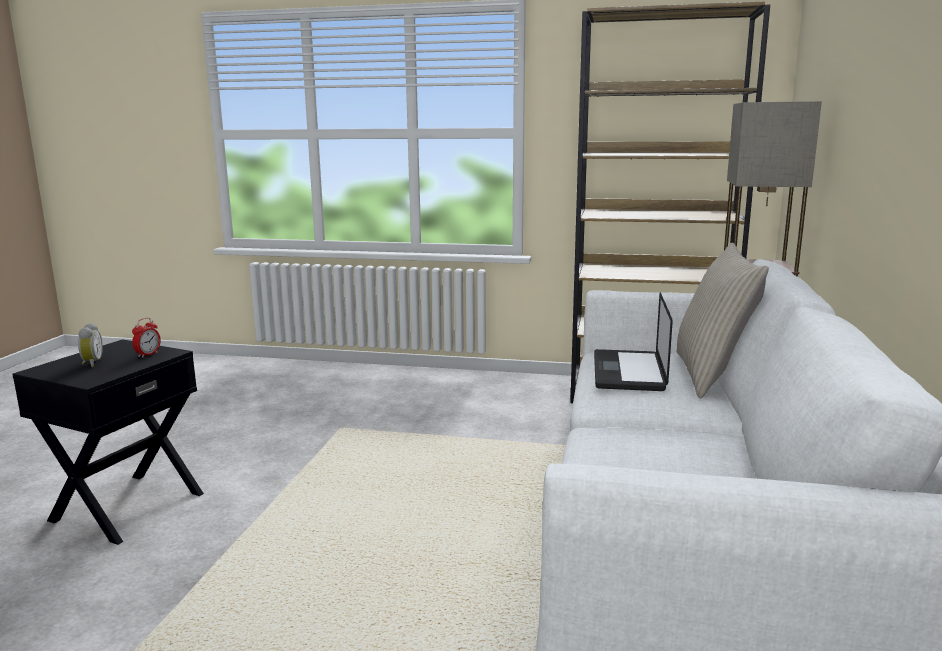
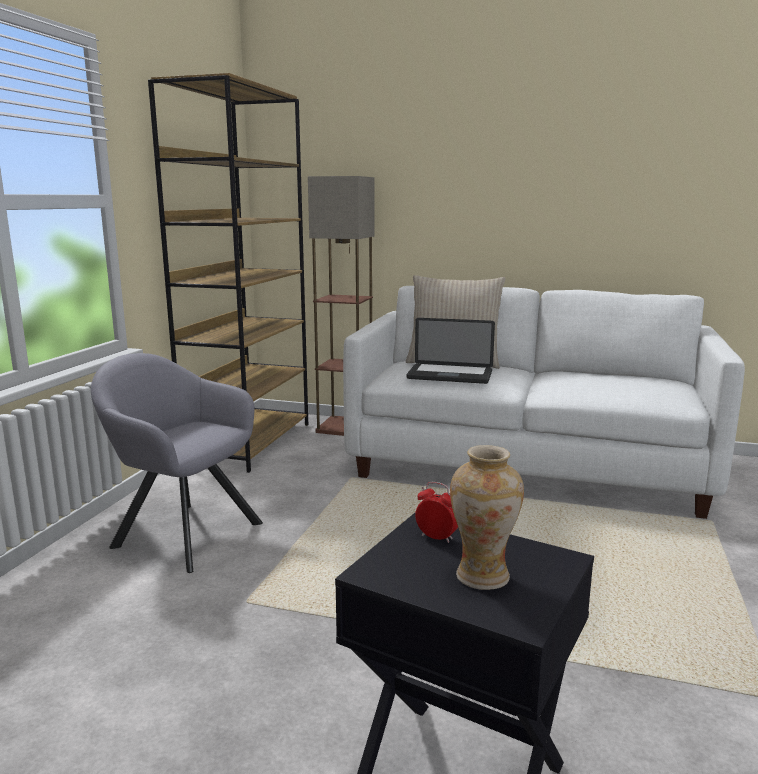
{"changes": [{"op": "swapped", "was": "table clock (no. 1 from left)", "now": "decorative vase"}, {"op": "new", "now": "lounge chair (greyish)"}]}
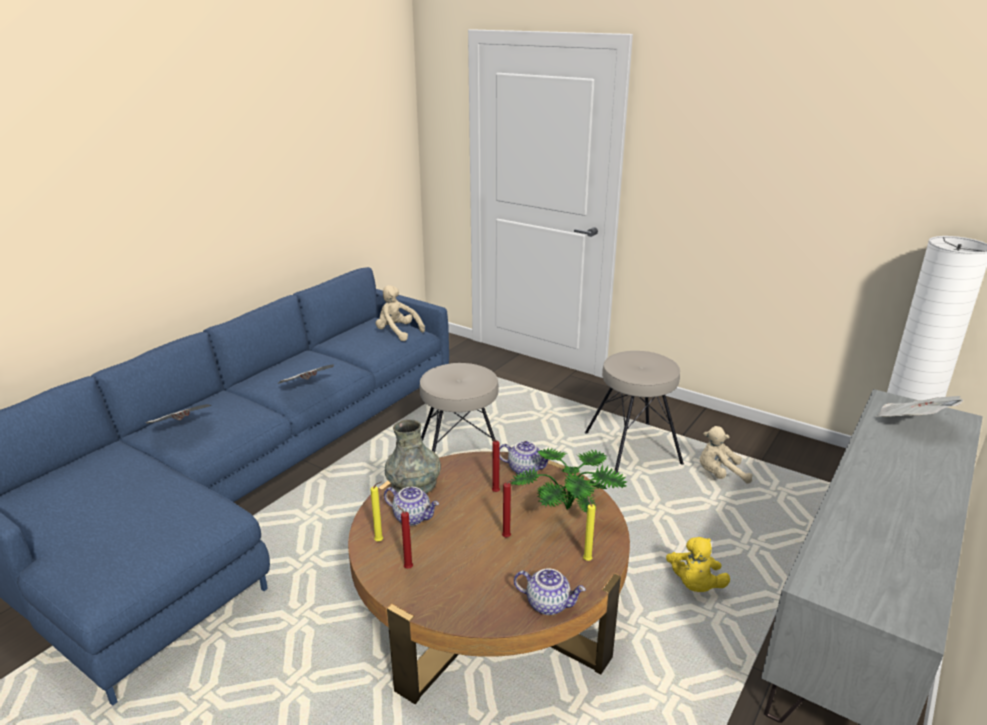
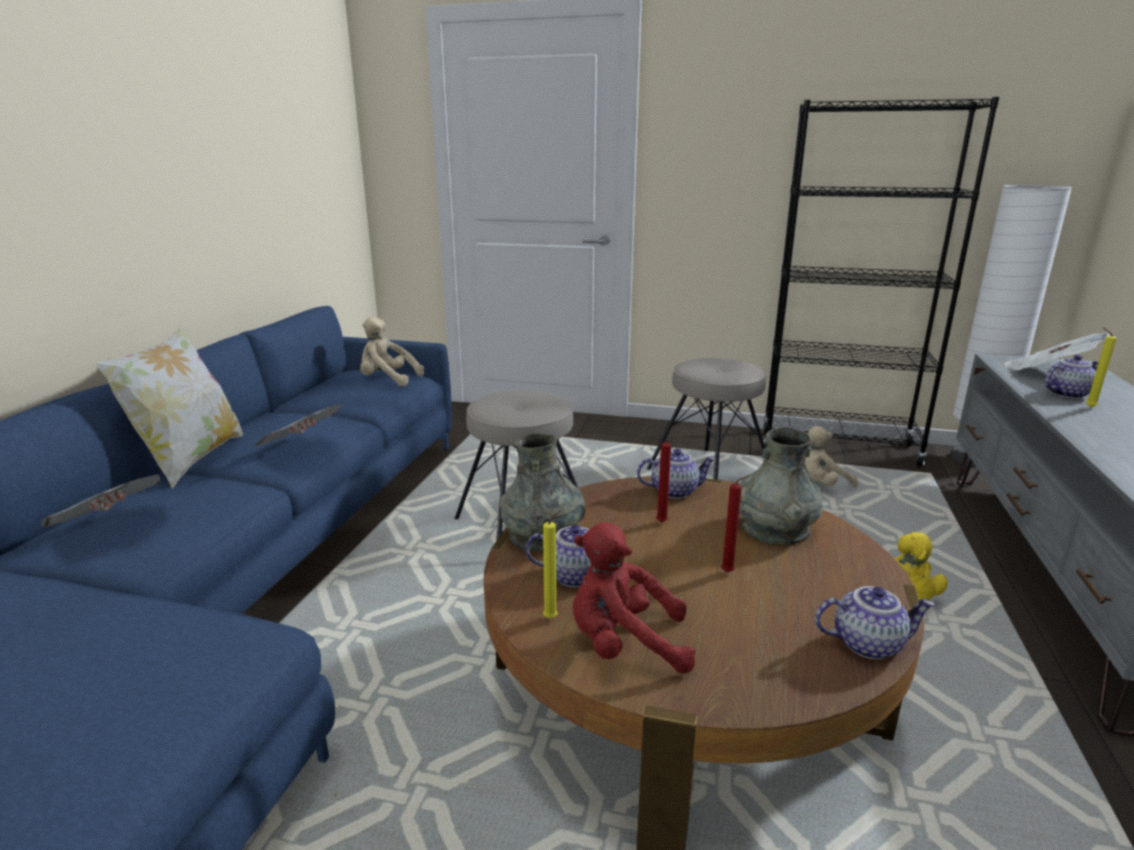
{"changes": [{"op": "swapped", "was": "houseplant", "now": "decorative vase (greyish) (no. 2 from left)"}, {"op": "shifted", "was": "wax light (yellowish) (no. 2 from left)"}, {"op": "swapped", "was": "wax light (reddish) (no. 1 from left)", "now": "soft toy (reddish)"}, {"op": "new", "now": "shelving unit (black-coloured)"}, {"op": "new", "now": "pillow"}, {"op": "new", "now": "tea pot (no. 4 from left)"}]}
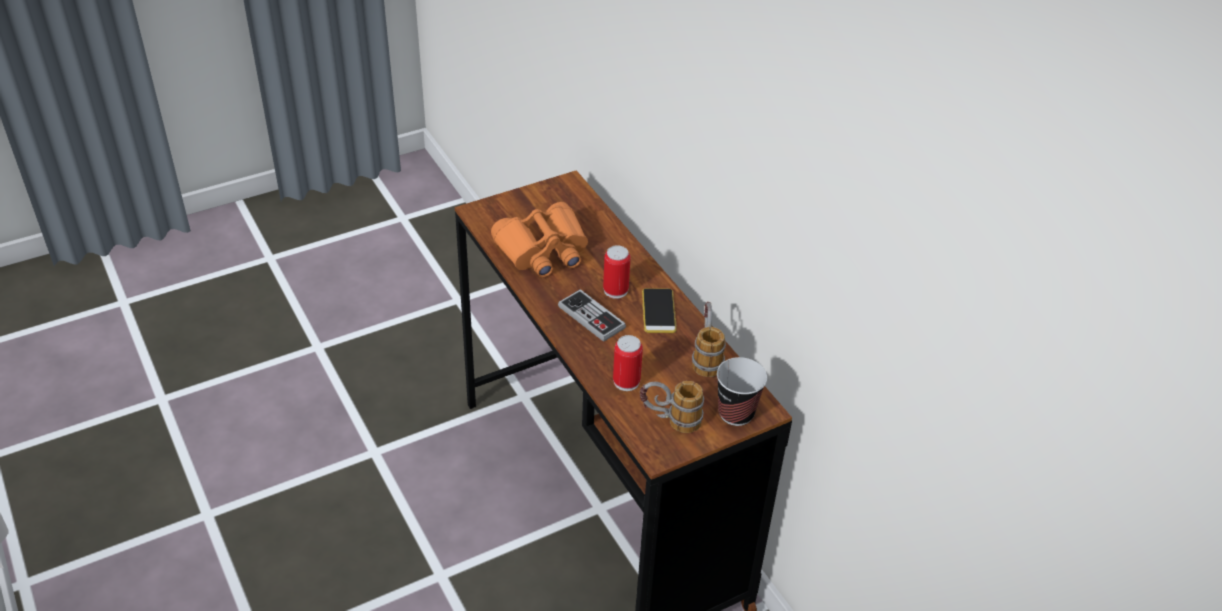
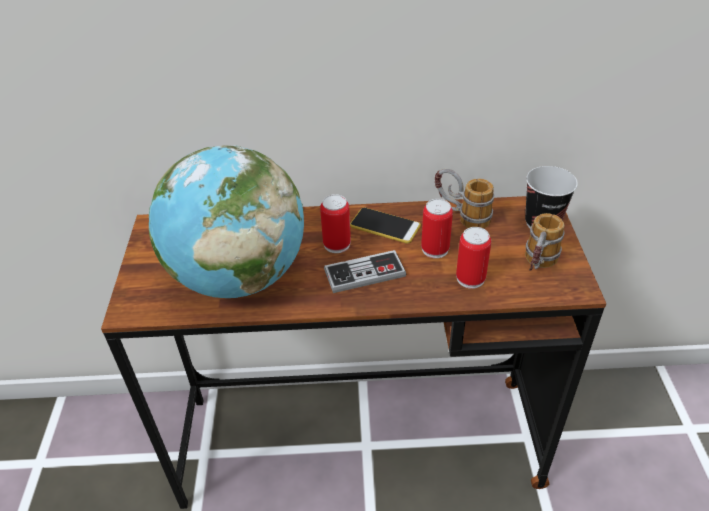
{"changes": [{"op": "swapped", "was": "pair of binoculars (orangey)", "now": "desk globe"}, {"op": "new", "now": "metal can (no. 2 from left)"}]}
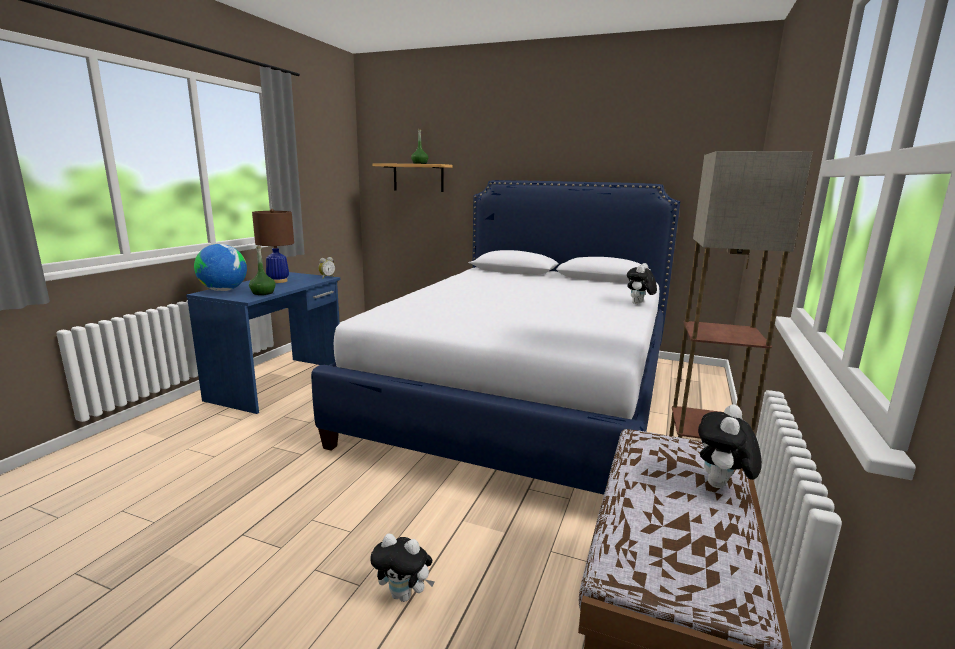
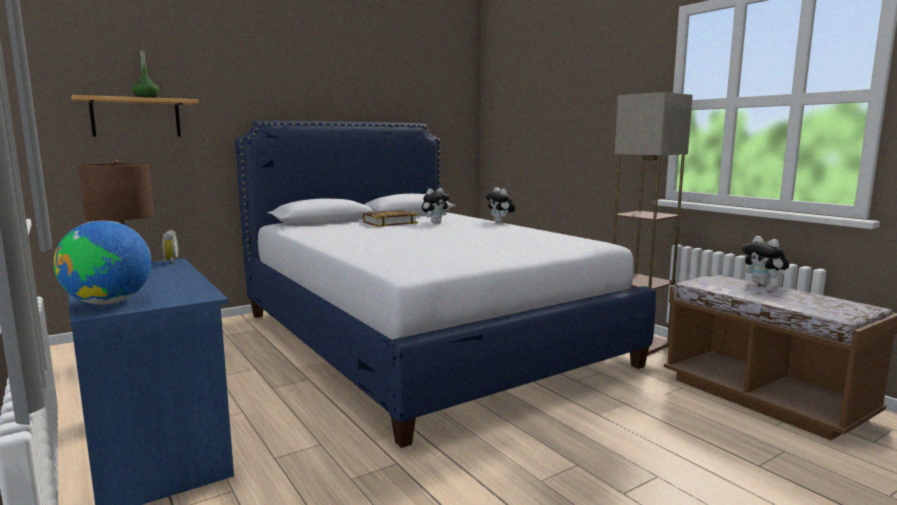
{"changes": [{"op": "gone", "was": "drink bottle (greenish) (no. 1 from left)"}, {"op": "shifted", "was": "soft toy (no. 1 from left)"}, {"op": "new", "now": "book"}]}
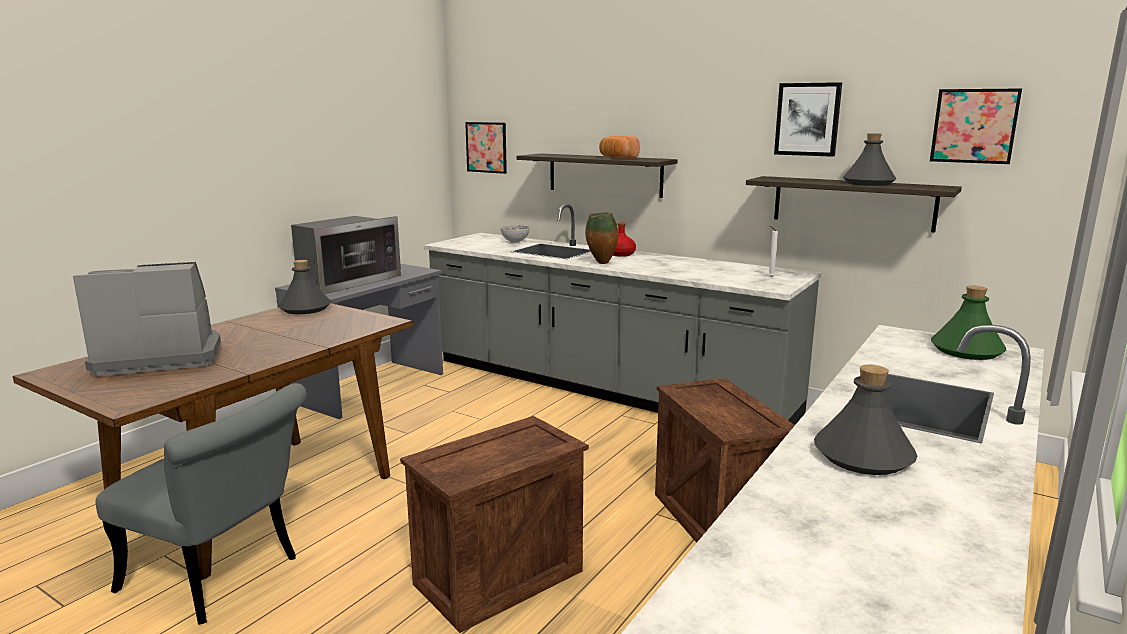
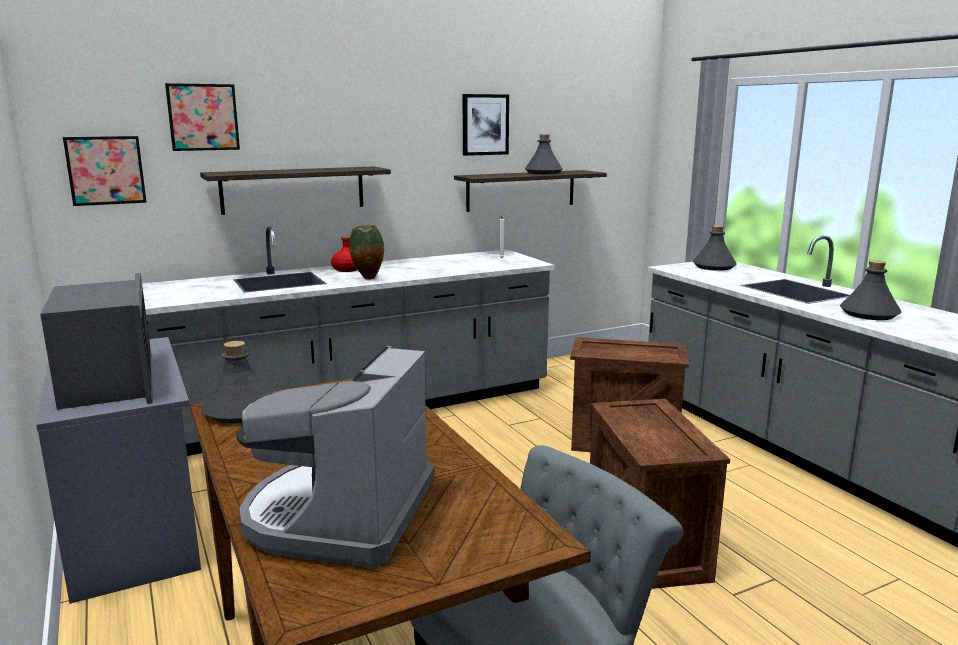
{"changes": [{"op": "shifted", "was": "wall art (no. 3 from left in the first image)", "now": "wall art (no. 2 from left)"}, {"op": "gone", "was": "bread"}, {"op": "gone", "was": "bowl"}, {"op": "repainted", "was": "drink bottle (greenish)", "now": "drink bottle (greyish) (no. 3 from left)"}]}
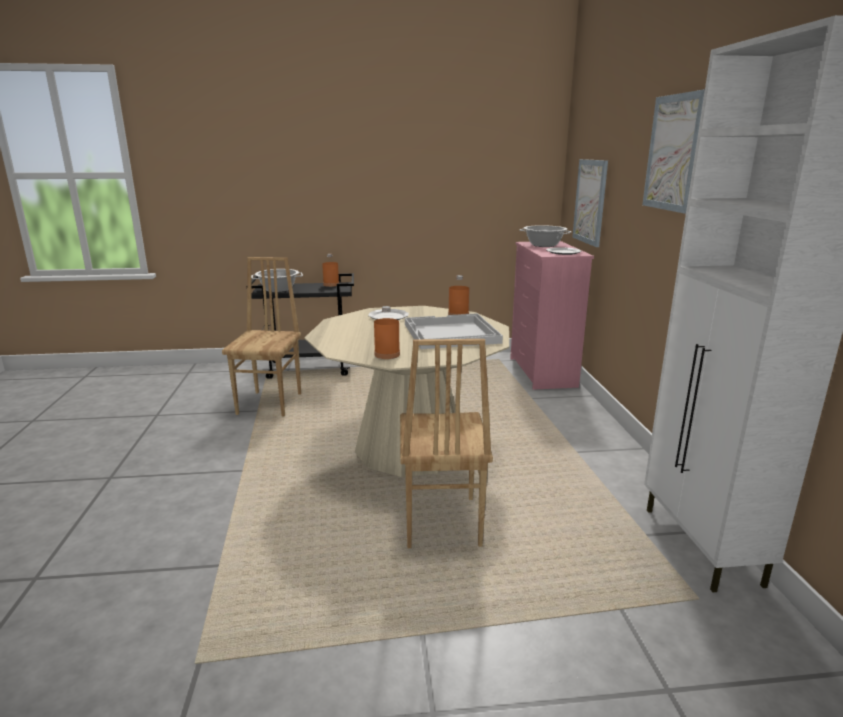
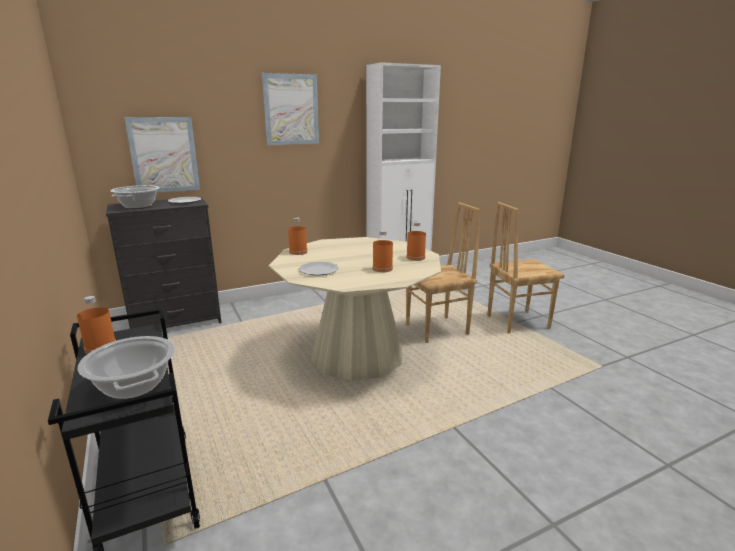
{"changes": [{"op": "repainted", "was": "chest of drawers (pink)", "now": "chest of drawers (black-coloured)"}, {"op": "shifted", "was": "chair (brownish) (no. 1 from left in the first image)", "now": "chair (brownish) (no. 2 from left)"}, {"op": "gone", "was": "tray (whitish)"}, {"op": "new", "now": "drink bottle (orangey) (no. 3 from left)"}]}
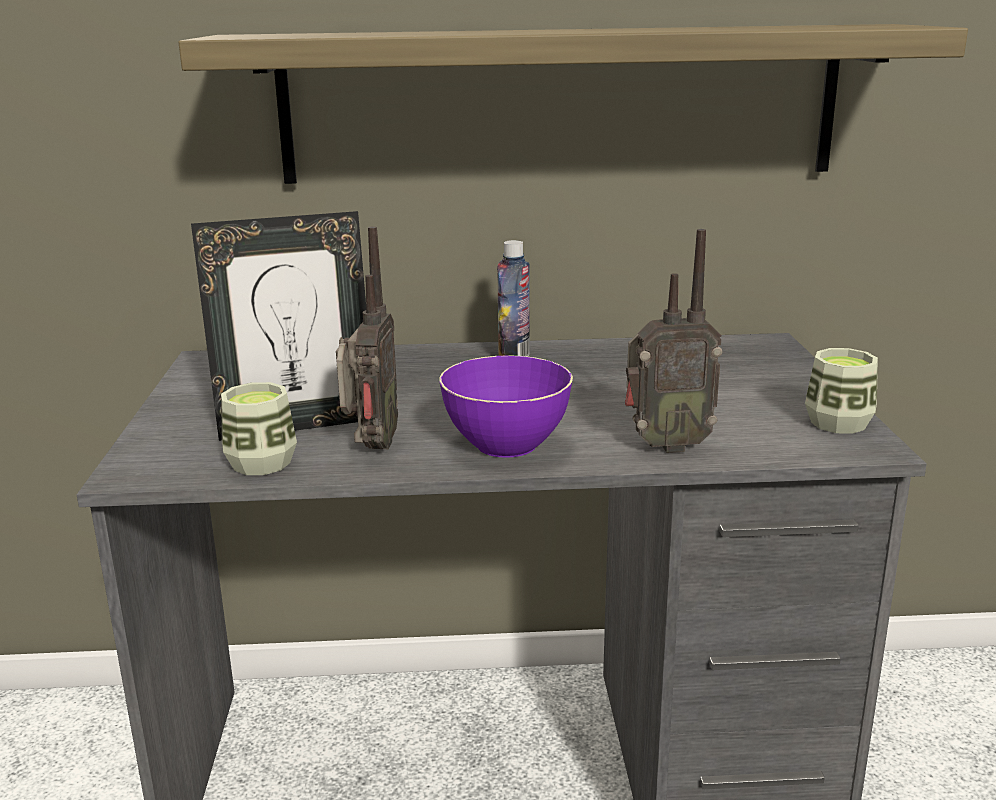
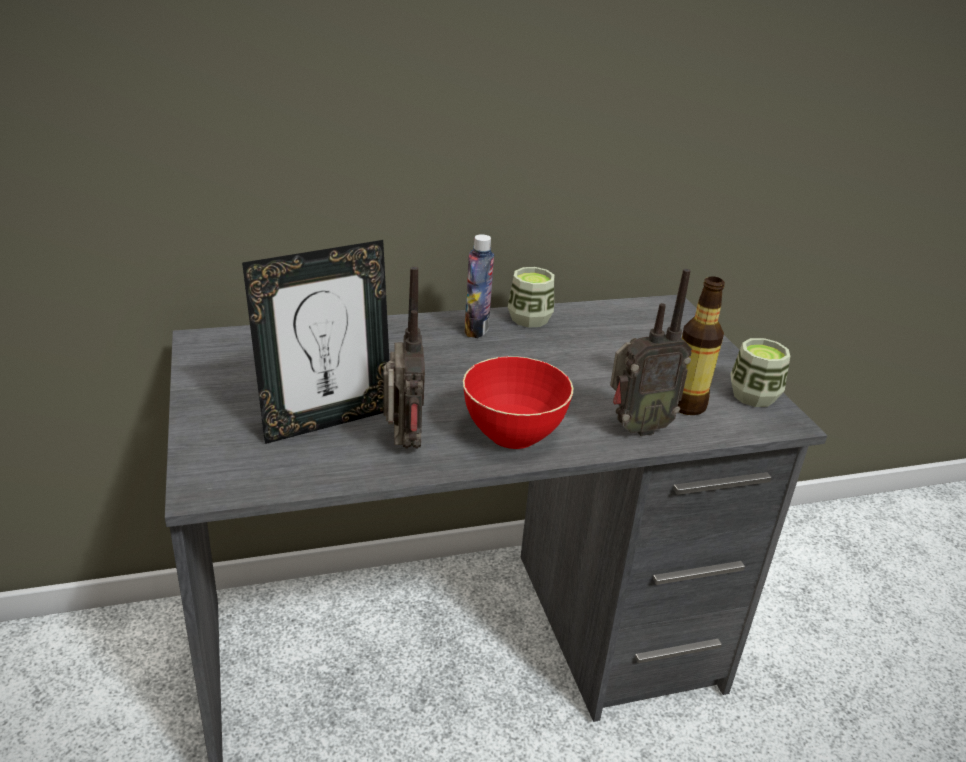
{"changes": [{"op": "gone", "was": "shelf"}, {"op": "repainted", "was": "bowl (purplish)", "now": "bowl (reddish)"}, {"op": "shifted", "was": "small cup (no. 1 from left)"}, {"op": "new", "now": "drink bottle (no. 2 from left)"}]}
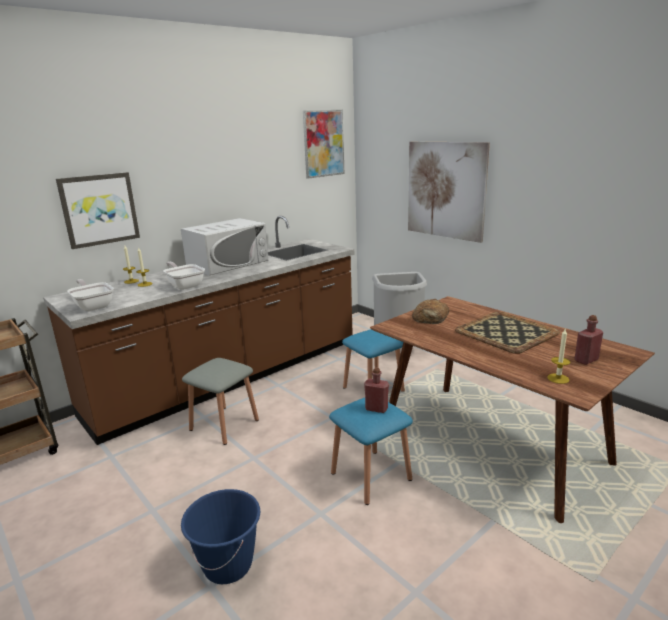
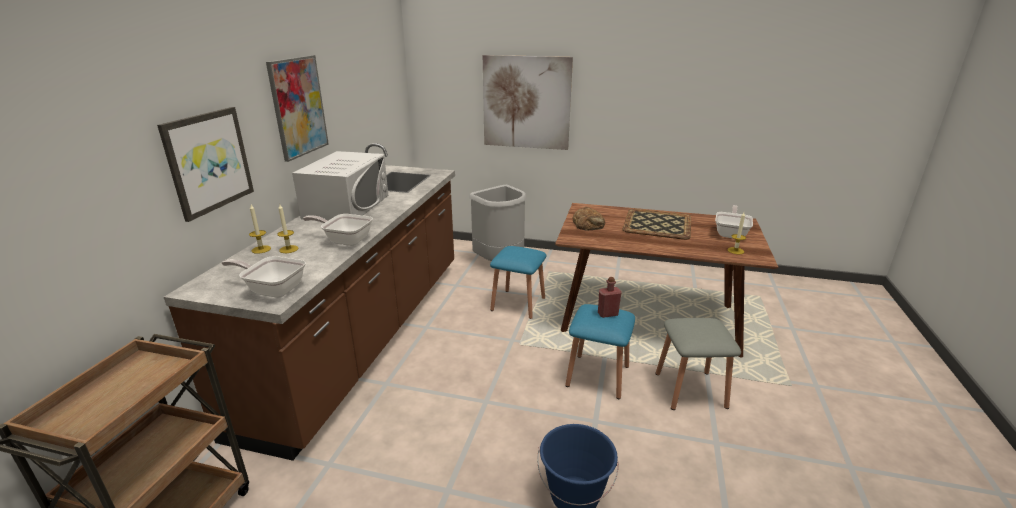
{"changes": [{"op": "shifted", "was": "wall art (no. 2 from left)"}, {"op": "swapped", "was": "drink bottle (reddish) (no. 2 from left)", "now": "pan (no. 3 from left)"}, {"op": "shifted", "was": "stool (greyish)"}]}
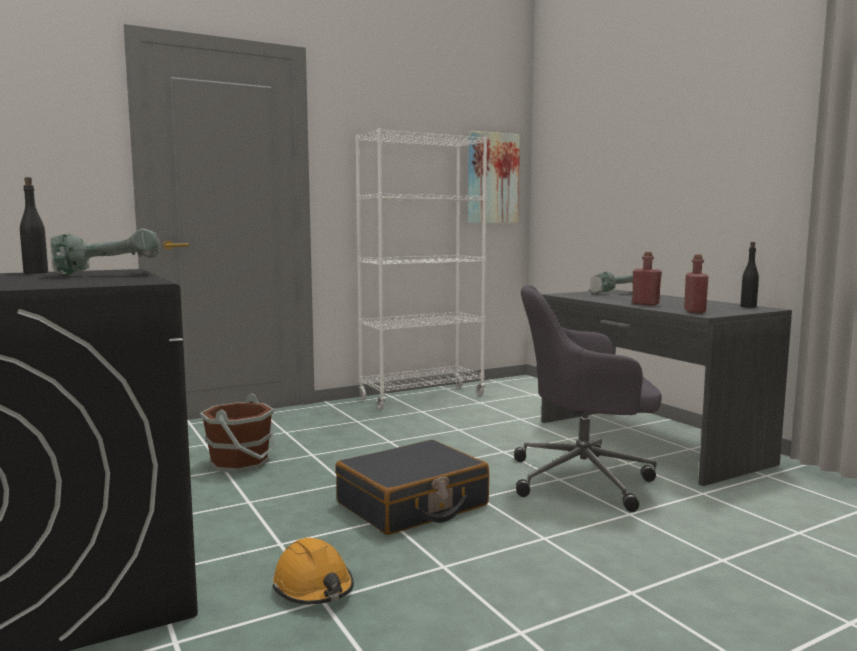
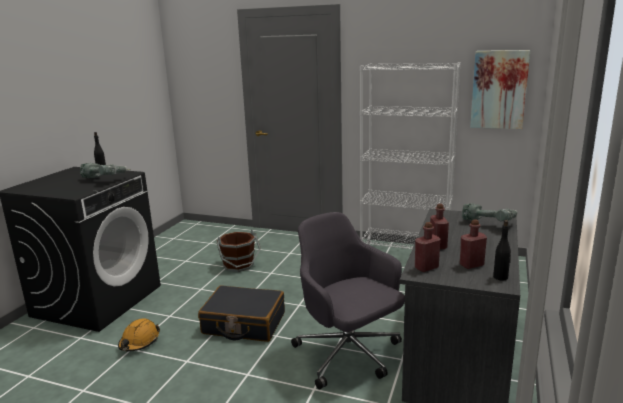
{"changes": [{"op": "new", "now": "drink bottle (reddish) (no. 3 from left)"}]}
